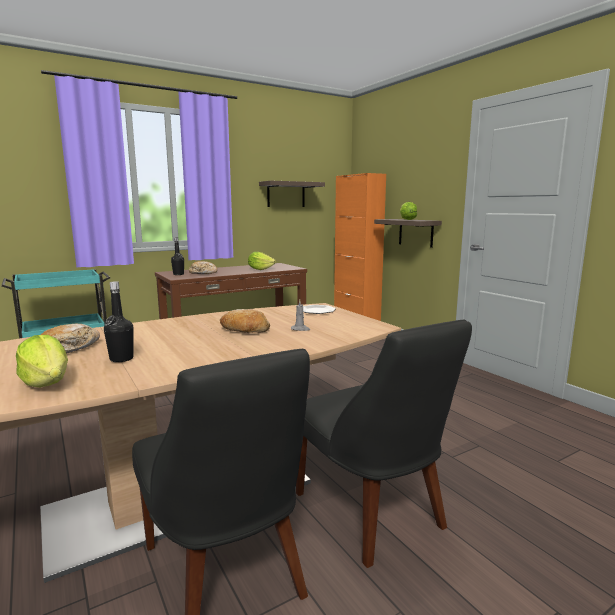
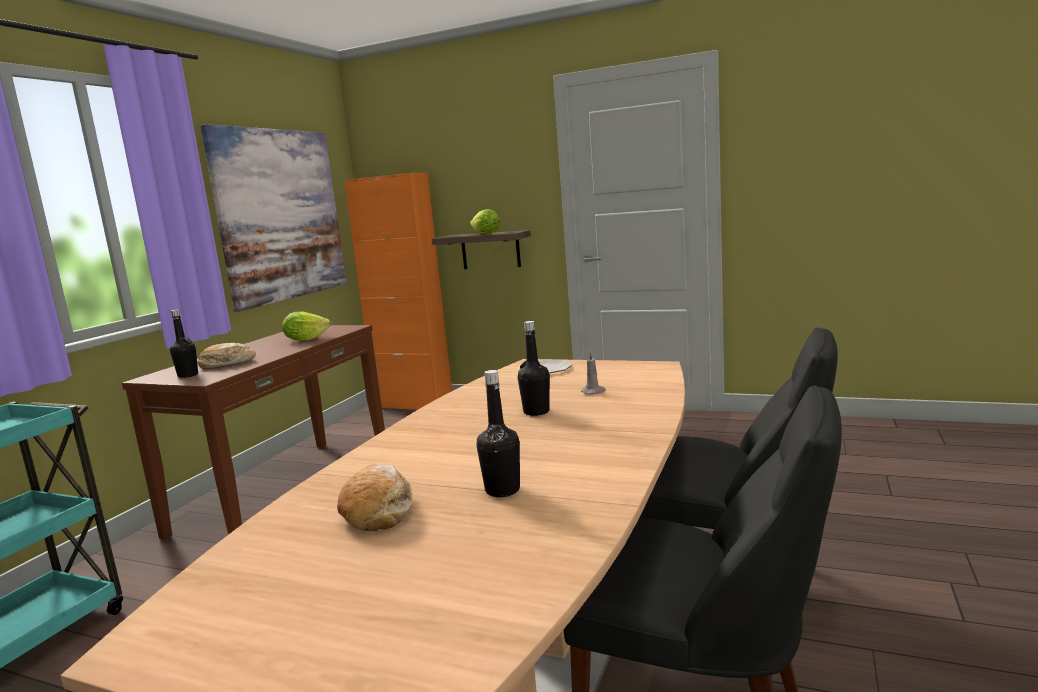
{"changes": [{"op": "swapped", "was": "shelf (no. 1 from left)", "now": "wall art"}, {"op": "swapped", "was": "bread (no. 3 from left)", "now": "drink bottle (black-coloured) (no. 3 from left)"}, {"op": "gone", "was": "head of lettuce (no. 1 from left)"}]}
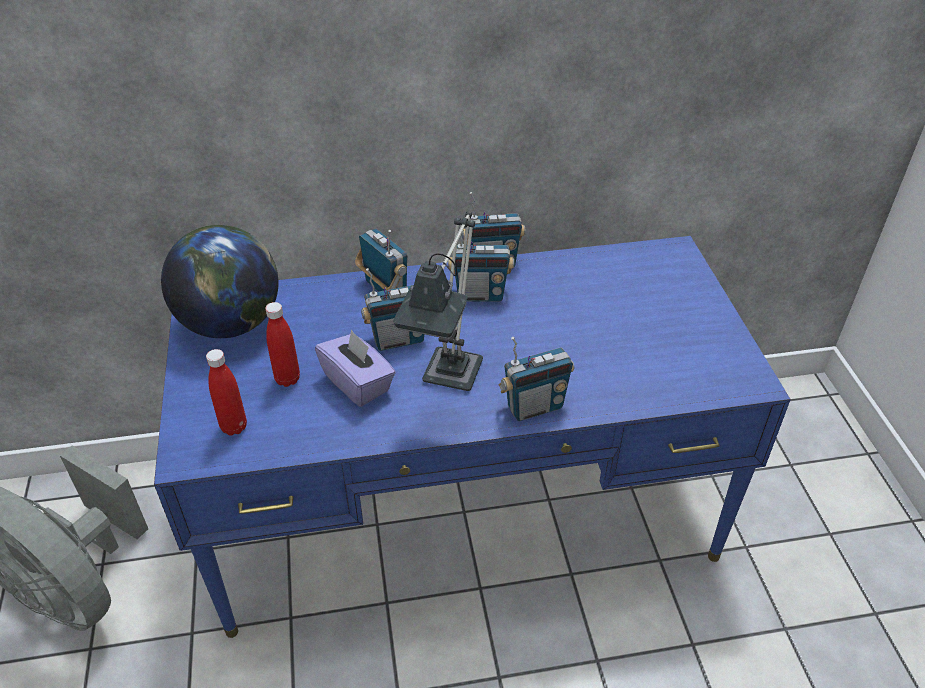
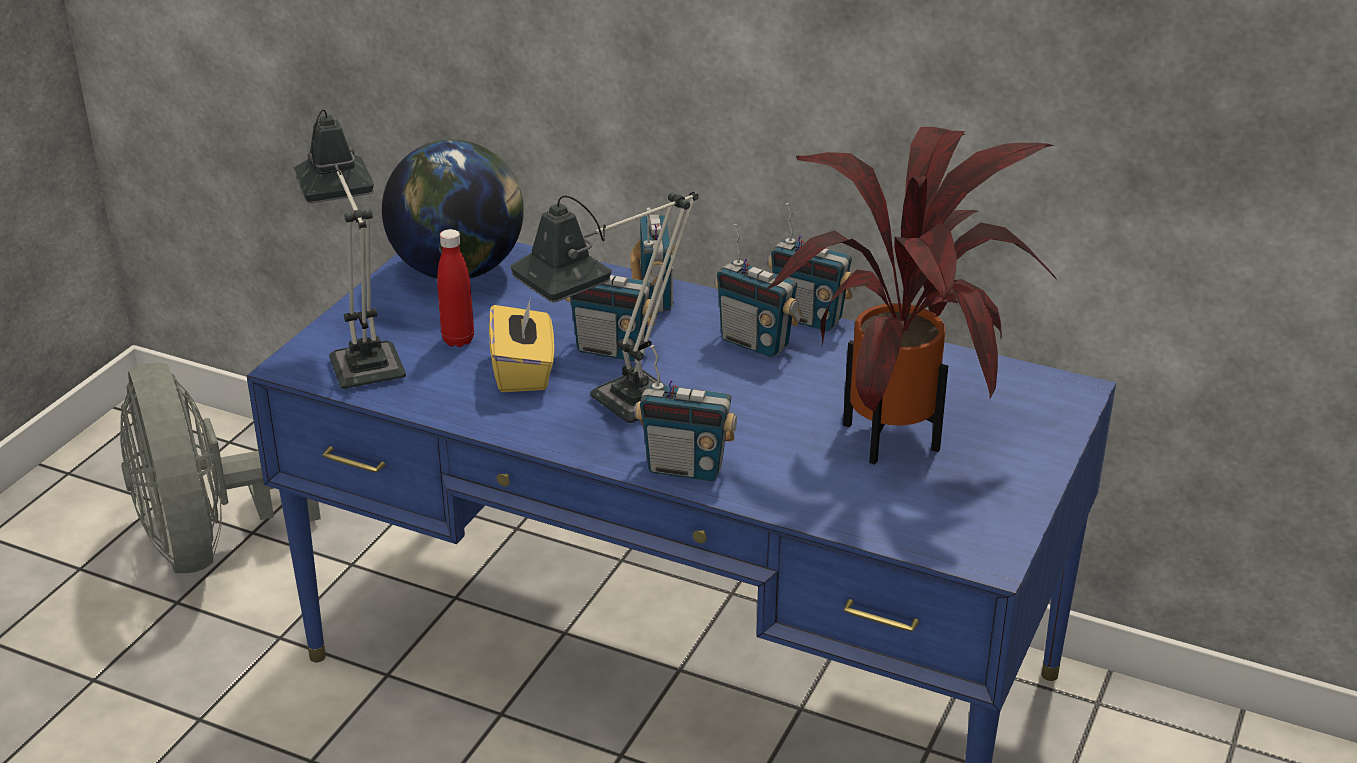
{"changes": [{"op": "repainted", "was": "box of tissues (purplish)", "now": "box of tissues (yellowish)"}, {"op": "swapped", "was": "drink bottle (reddish) (no. 1 from left)", "now": "tabletop lamp (no. 1 from left)"}, {"op": "new", "now": "houseplant"}]}
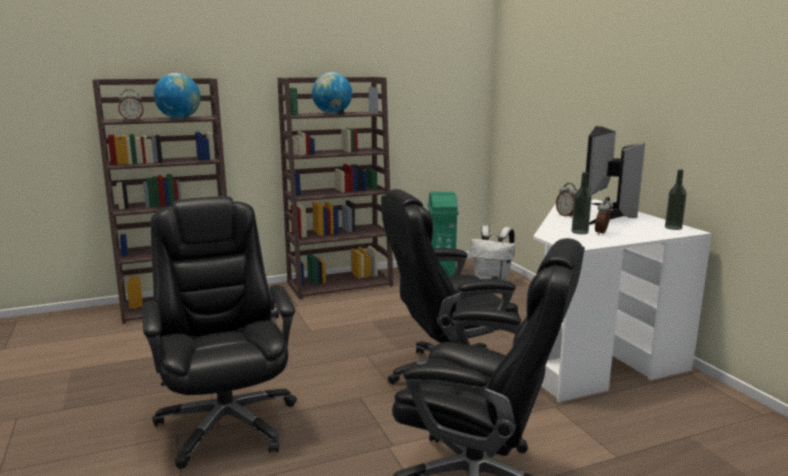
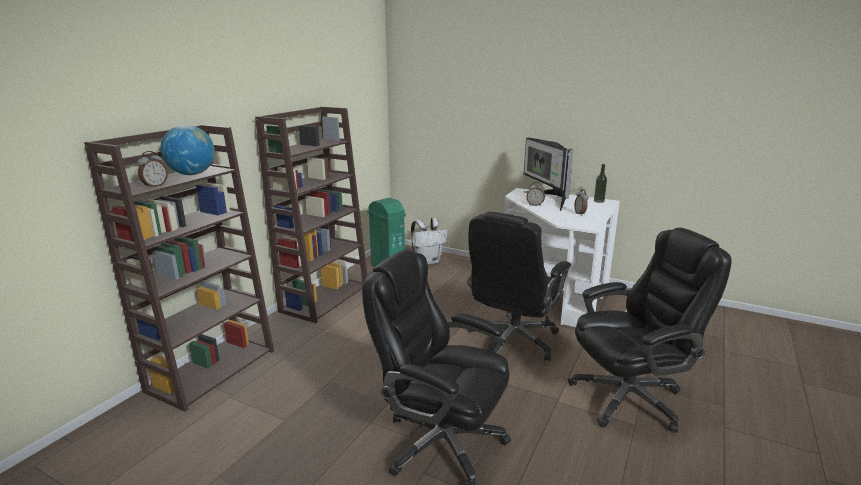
{"changes": [{"op": "gone", "was": "desk globe (no. 2 from left)"}, {"op": "gone", "was": "drink bottle (no. 1 from left)"}]}
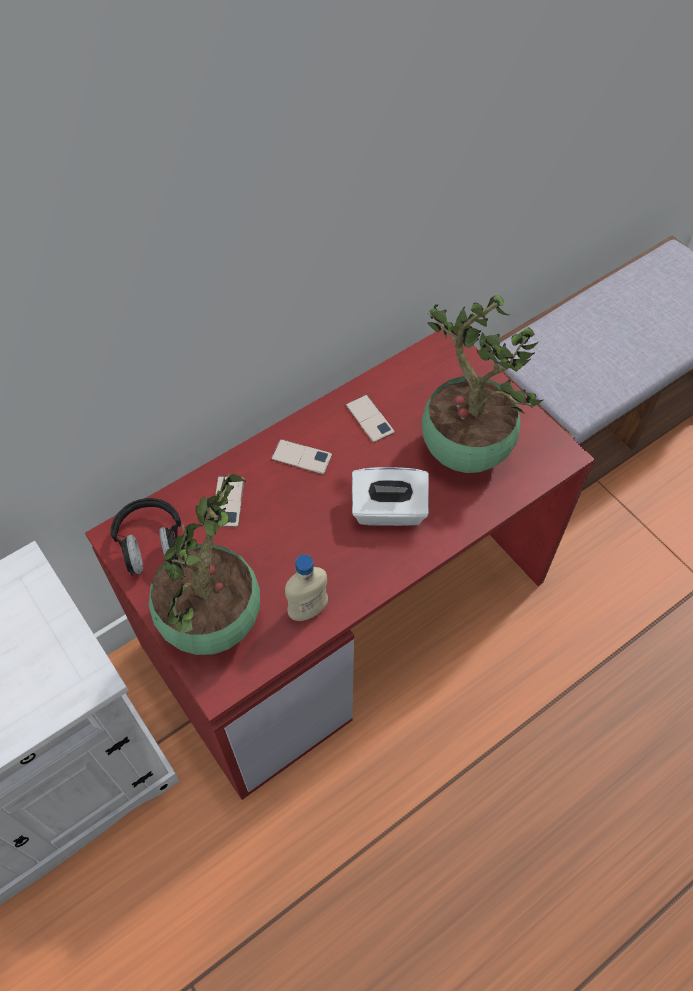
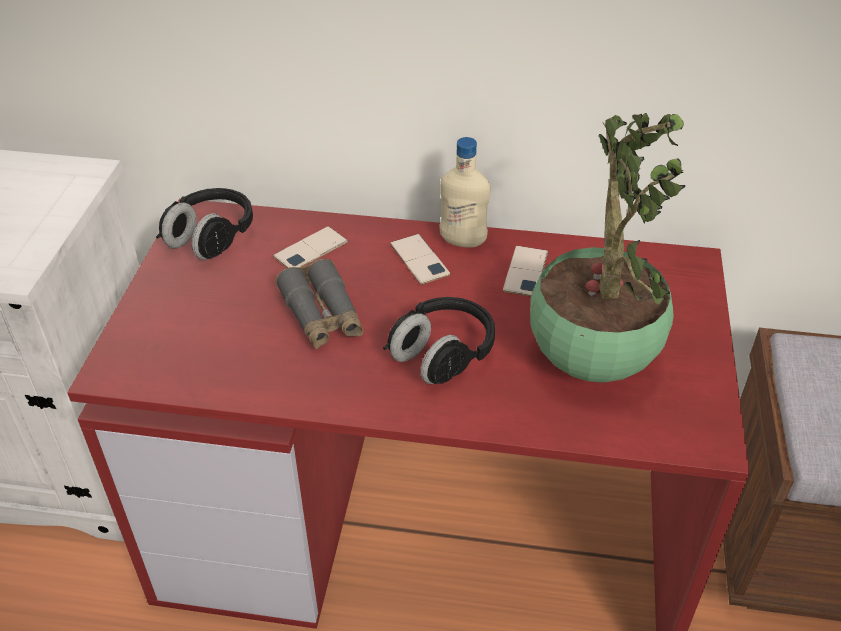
{"changes": [{"op": "swapped", "was": "box of tissues (whitish)", "now": "pair of headphones (black-coloured) (no. 2 from left)"}, {"op": "gone", "was": "houseplant (no. 1 from left)"}, {"op": "shifted", "was": "drink bottle (beige)"}, {"op": "new", "now": "pair of binoculars (greyish)"}]}
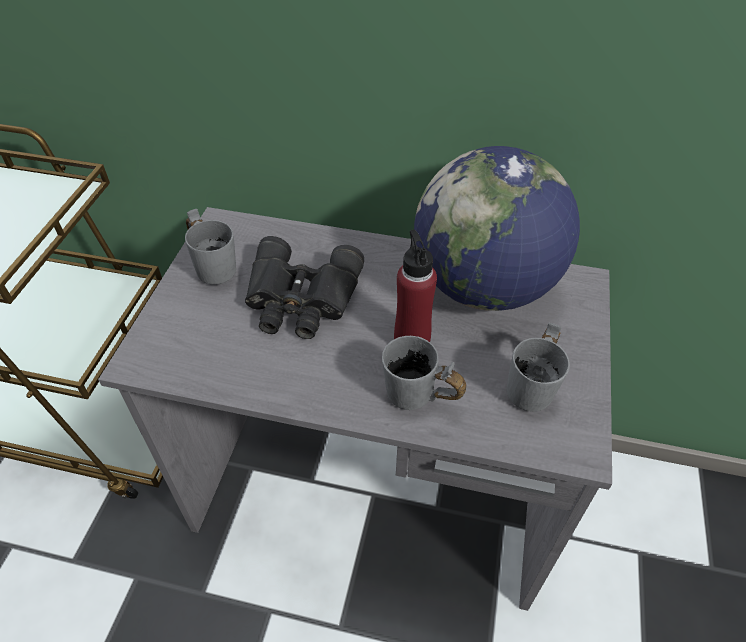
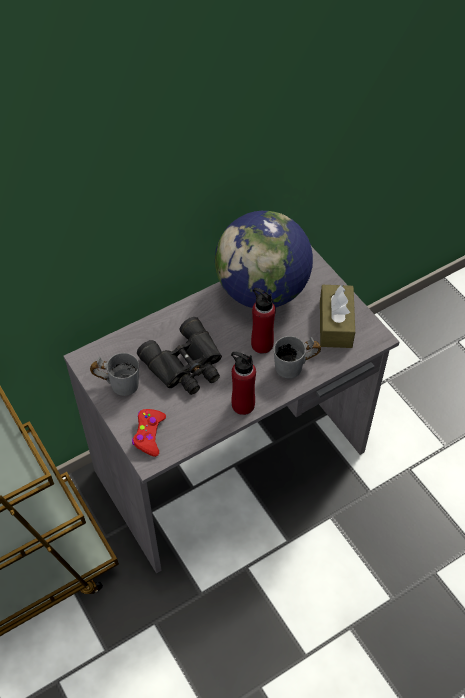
{"changes": [{"op": "swapped", "was": "coffee mug (greyish) (no. 3 from left)", "now": "box of tissues (brownish)"}, {"op": "new", "now": "drink bottle (reddish) (no. 1 from left)"}, {"op": "new", "now": "joypad (reddish)"}]}
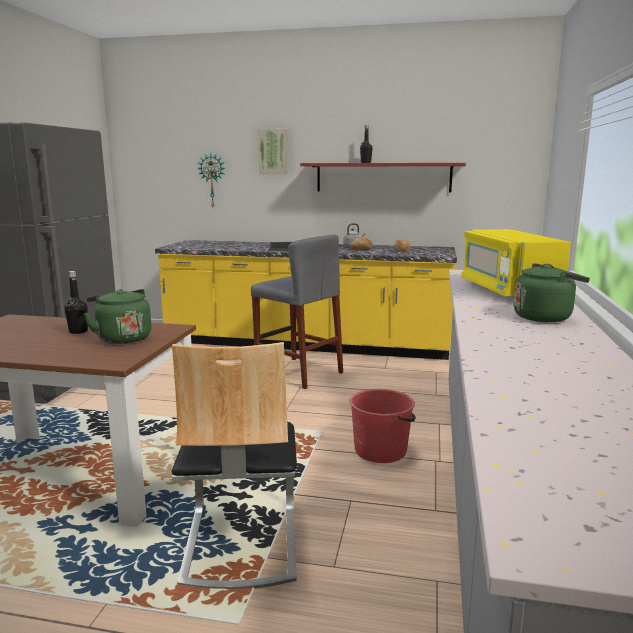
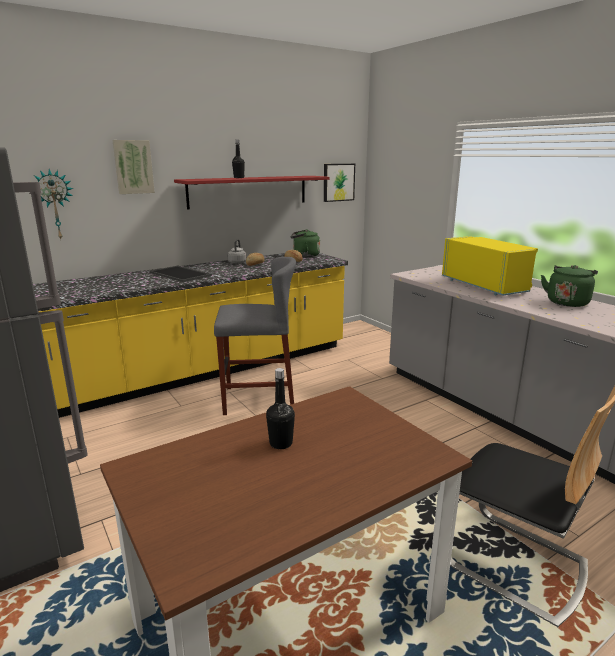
{"changes": [{"op": "rotated", "was": "microwave oven (yellowish)", "clockwise": -150}, {"op": "shifted", "was": "water kettle (greenish) (no. 1 from left)"}, {"op": "gone", "was": "pail (reddish)"}, {"op": "new", "now": "wall art (no. 2 from left)"}]}
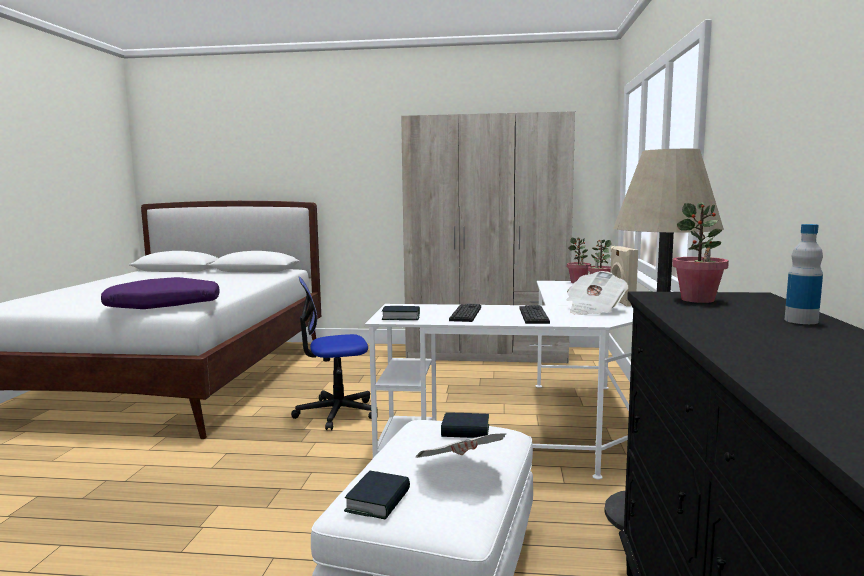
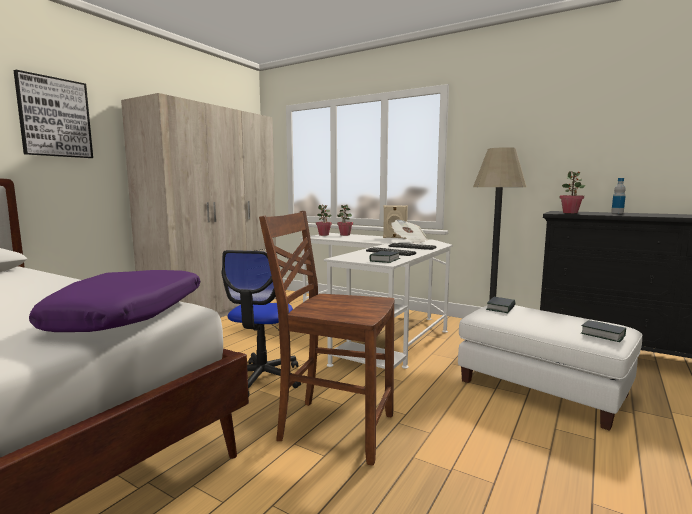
{"changes": [{"op": "gone", "was": "newspaper (no. 1 from left)"}, {"op": "new", "now": "wall art"}, {"op": "new", "now": "chair (brownish)"}]}
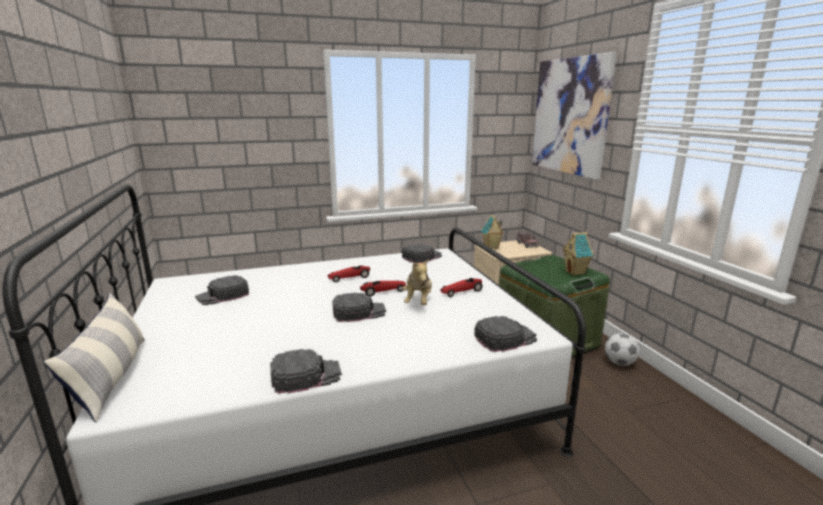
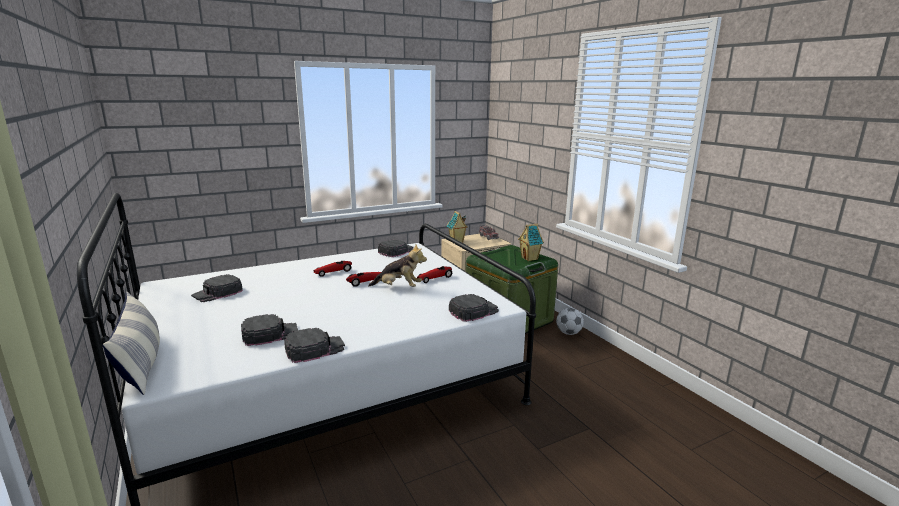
{"changes": [{"op": "gone", "was": "wall art"}, {"op": "rotated", "was": "soft toy", "clockwise": -75}, {"op": "shifted", "was": "peaked cap (black-coloured) (no. 3 from left in the first image)", "now": "peaked cap (black-coloured) (no. 2 from left)"}]}
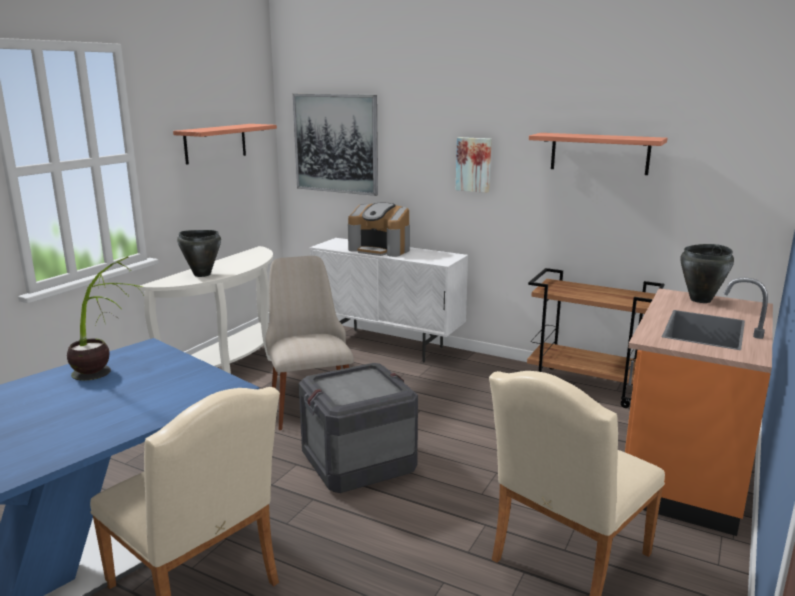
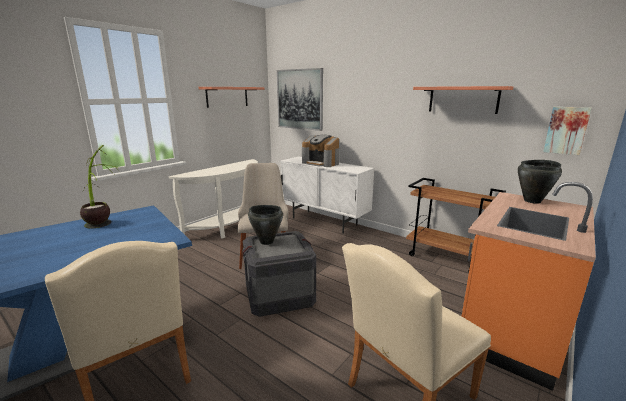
{"changes": [{"op": "shifted", "was": "wall art (no. 2 from left)"}, {"op": "shifted", "was": "saucepot (black-coloured) (no. 1 from left)"}]}
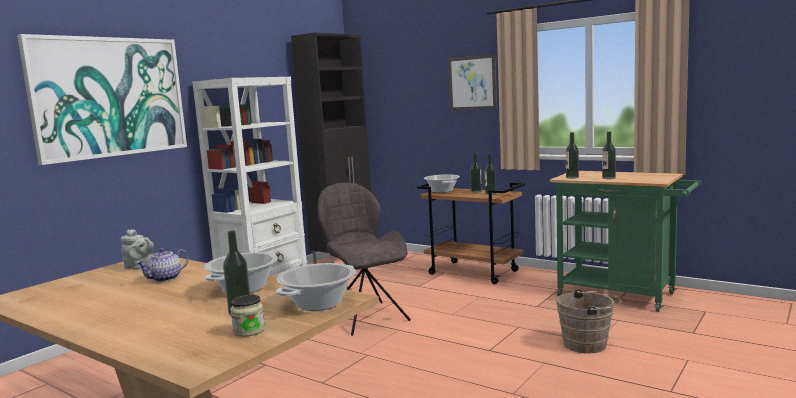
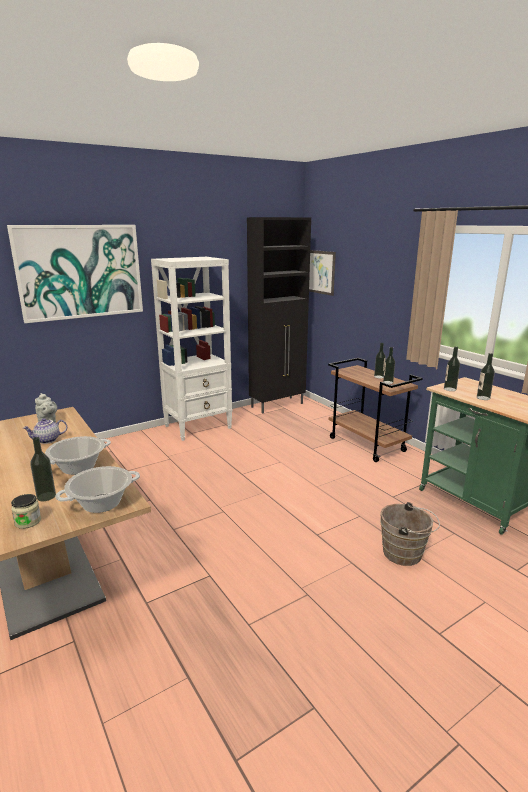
{"changes": [{"op": "shifted", "was": "wall art (no. 2 from left)"}, {"op": "gone", "was": "saucepot (no. 3 from left)"}, {"op": "gone", "was": "chair (greyish)"}]}
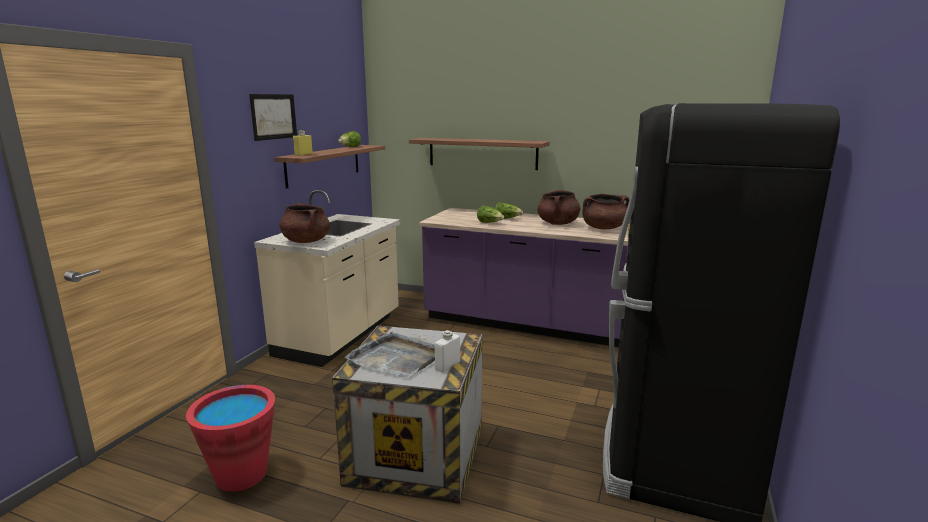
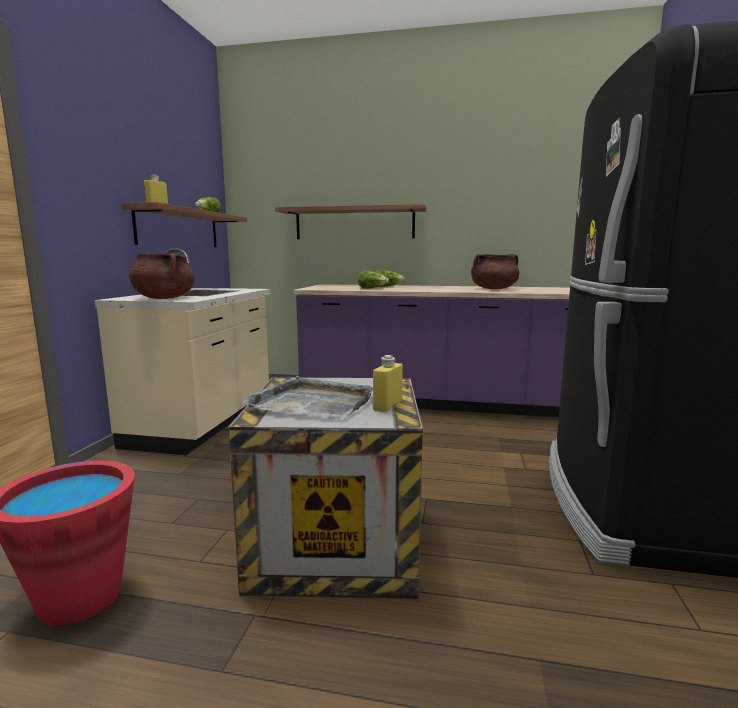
{"changes": [{"op": "gone", "was": "wall art"}, {"op": "gone", "was": "saucepot (brownish) (no. 2 from left)"}, {"op": "repainted", "was": "drink bottle (whitish)", "now": "drink bottle (yellowish) (no. 2 from left)"}]}
